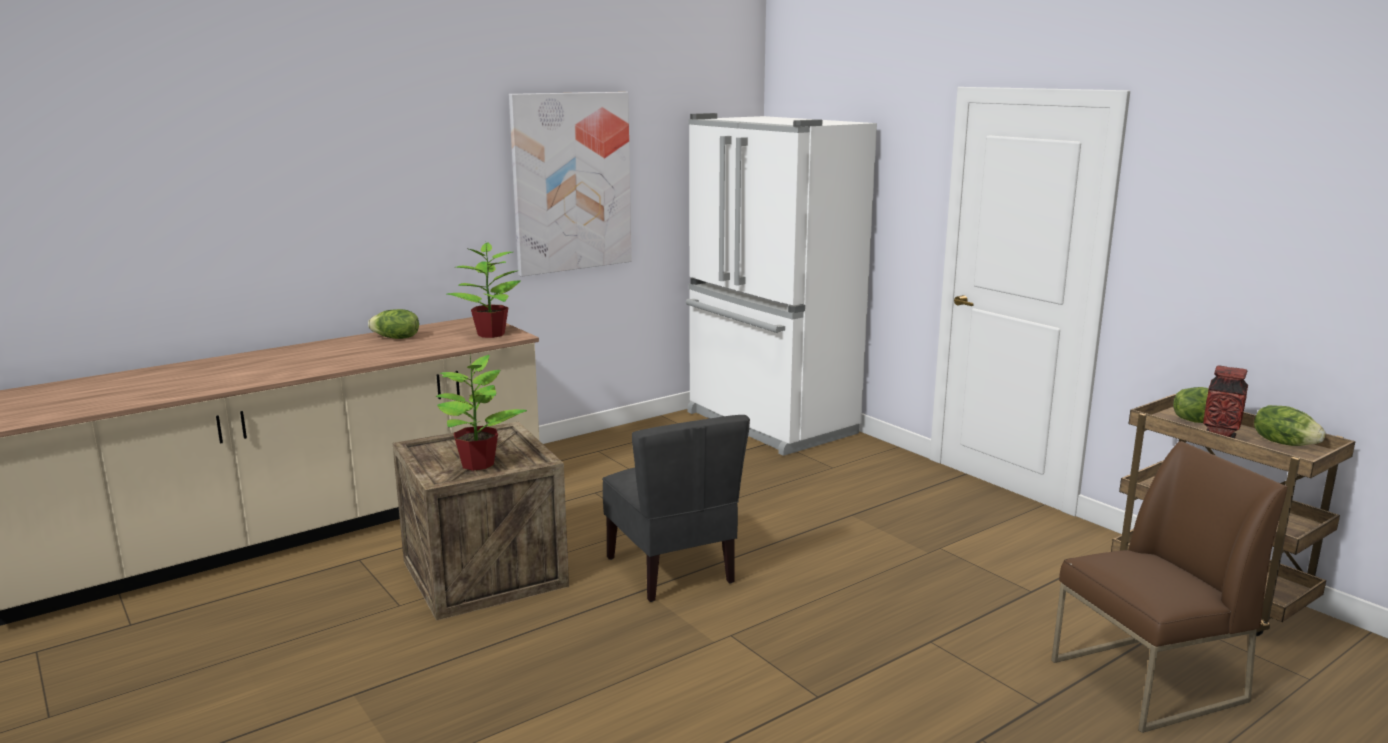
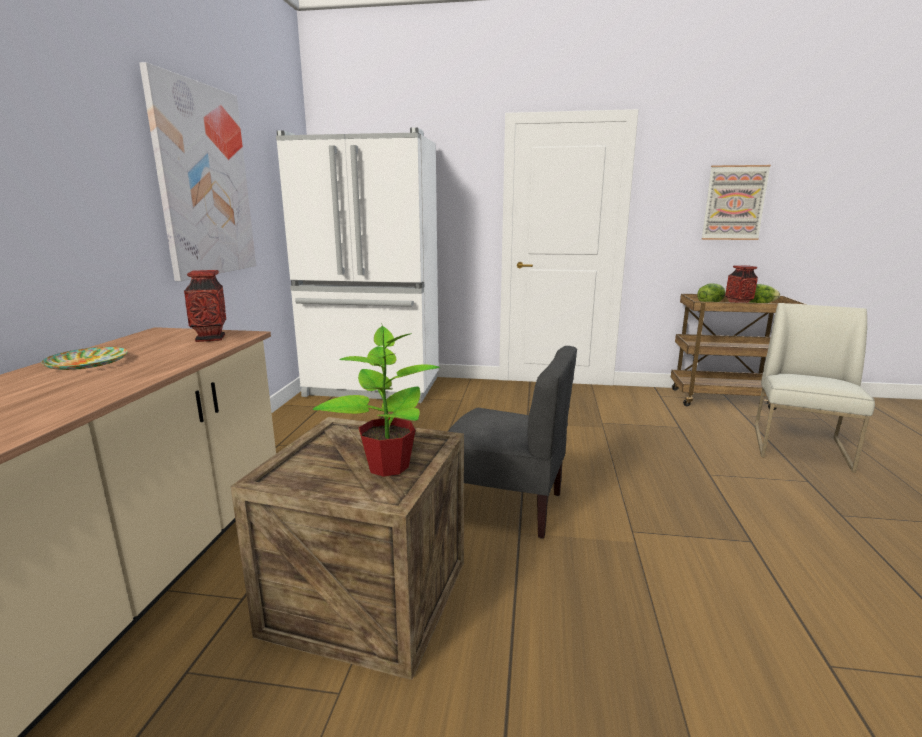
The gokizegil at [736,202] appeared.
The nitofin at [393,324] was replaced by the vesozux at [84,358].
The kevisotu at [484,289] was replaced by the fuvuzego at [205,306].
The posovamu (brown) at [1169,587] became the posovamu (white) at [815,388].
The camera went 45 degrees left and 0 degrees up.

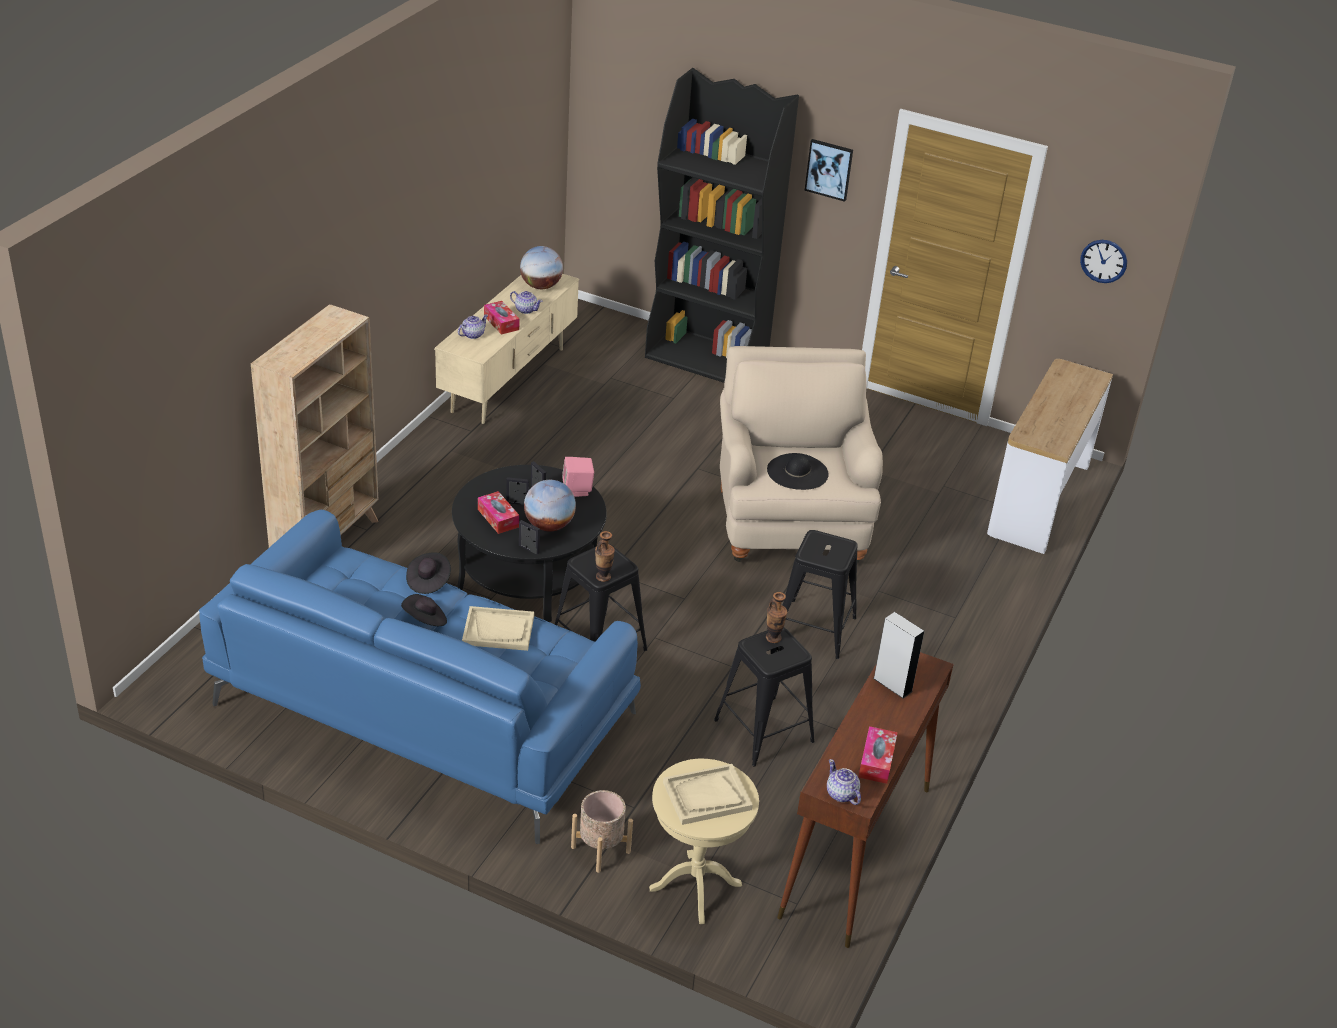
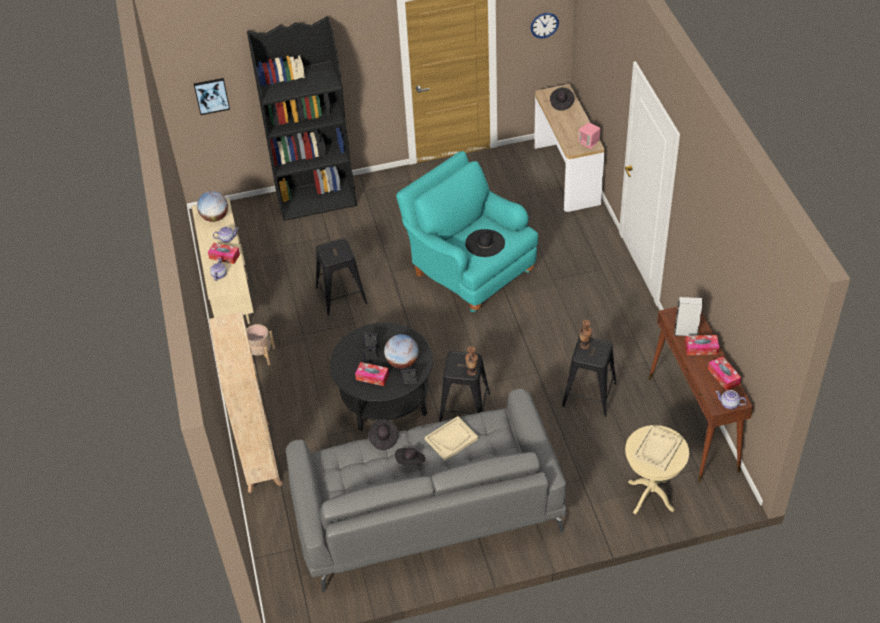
The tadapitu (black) at [562,99] appeared.
The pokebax at [702,345] appeared.
The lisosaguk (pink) moved from [578,477] to [589,136].
The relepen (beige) moved from [602,831] to [260,344].
The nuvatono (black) moved from [820,594] to [341,276].
The gokizegil moved from [829,170] to [212,96].
The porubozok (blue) at [420,677] became the porubozok (grey) at [426,490].
The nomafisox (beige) at [801,454] became the nomafisox (turquoise) at [467,231].
The camera went 35 degrees left and 10 degrees up.

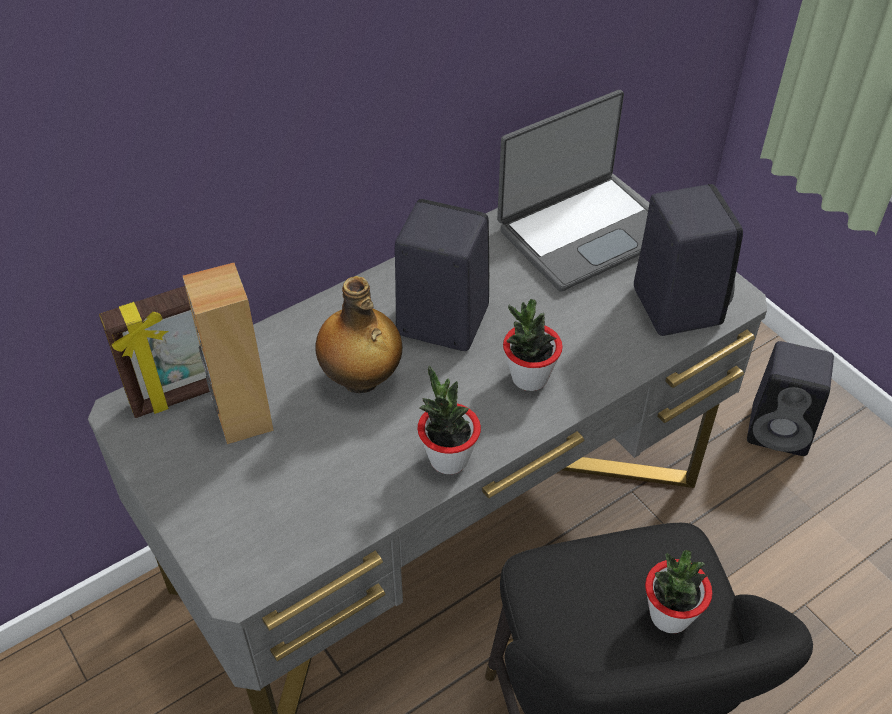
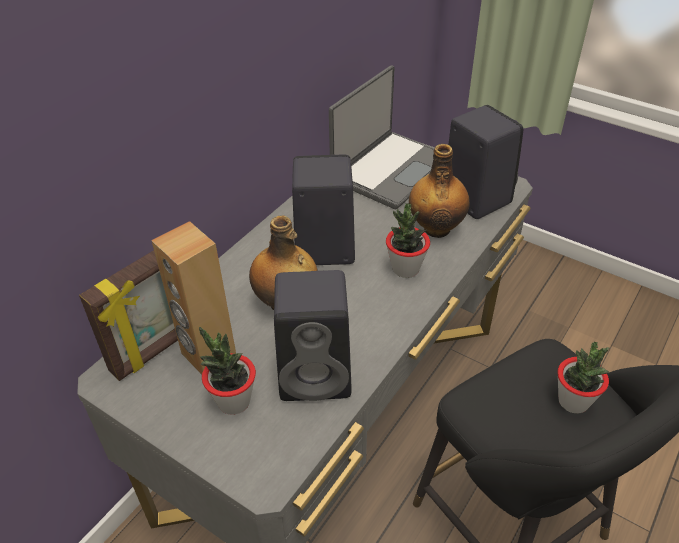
The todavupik at [439,191] appeared.
The kevisotu moved from [449,420] to [227,371].
The lisosaguk (black) moved from [790,398] to [313,335].
The camera went 20 degrees left and 5 degrees down.

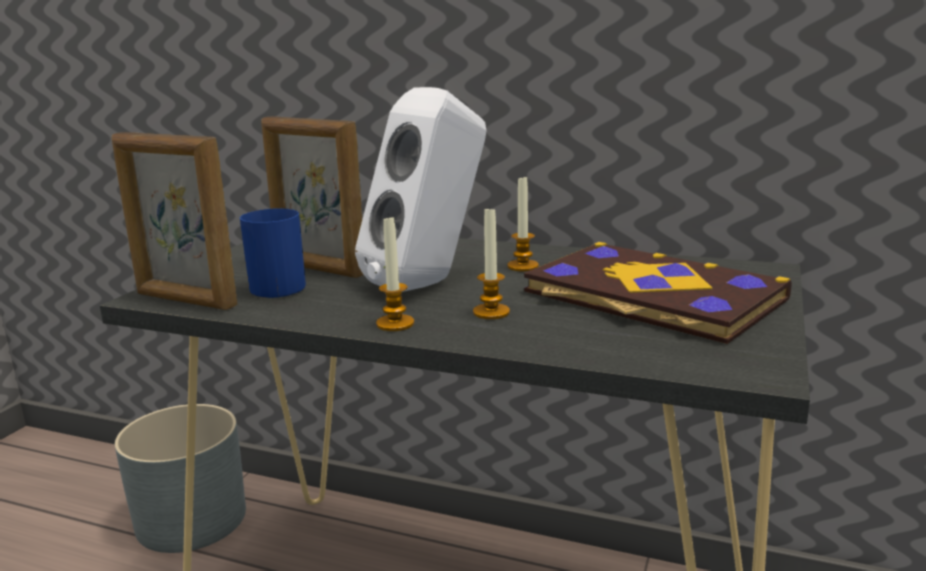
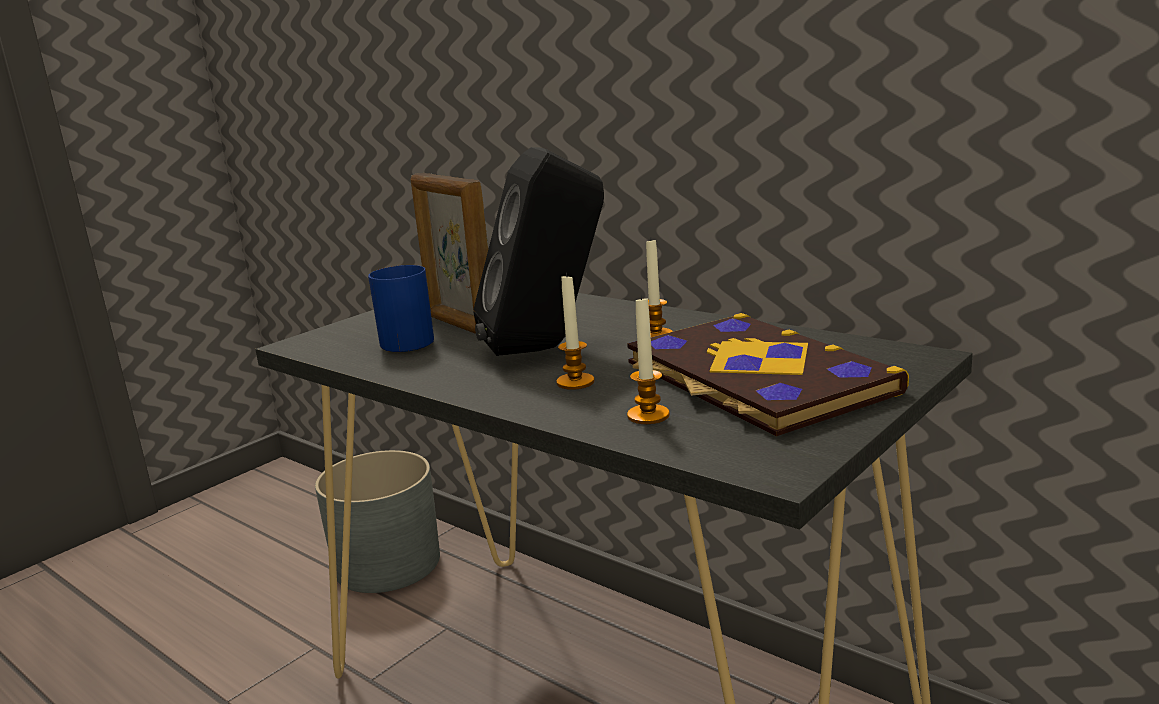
The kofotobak at [174,221] disappeared.
The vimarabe moved from [395,272] to [648,359].
The lisosaguk (white) at [420,189] became the lisosaguk (black) at [538,251].
The camera went 20 degrees right and 0 degrees up.

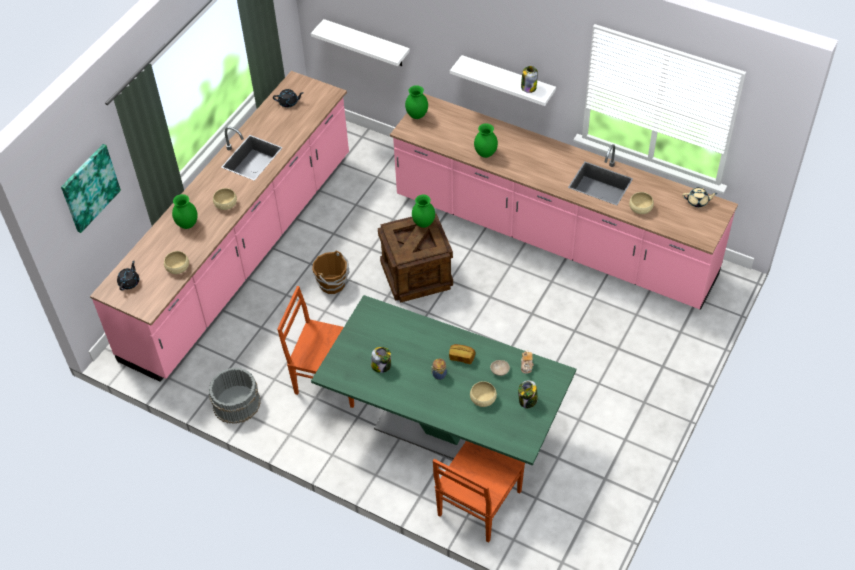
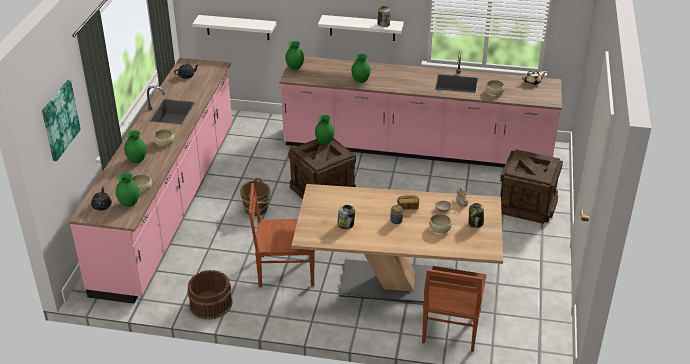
The fuvuzego (green) at [127,189] appeared.
The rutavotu at [531,187] appeared.
The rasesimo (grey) at [235,395] became the rasesimo (brown) at [209,295].
The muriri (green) at [443,380] became the muriri (beige) at [397,243].
The camera went 20 degrees left and 15 degrees down.

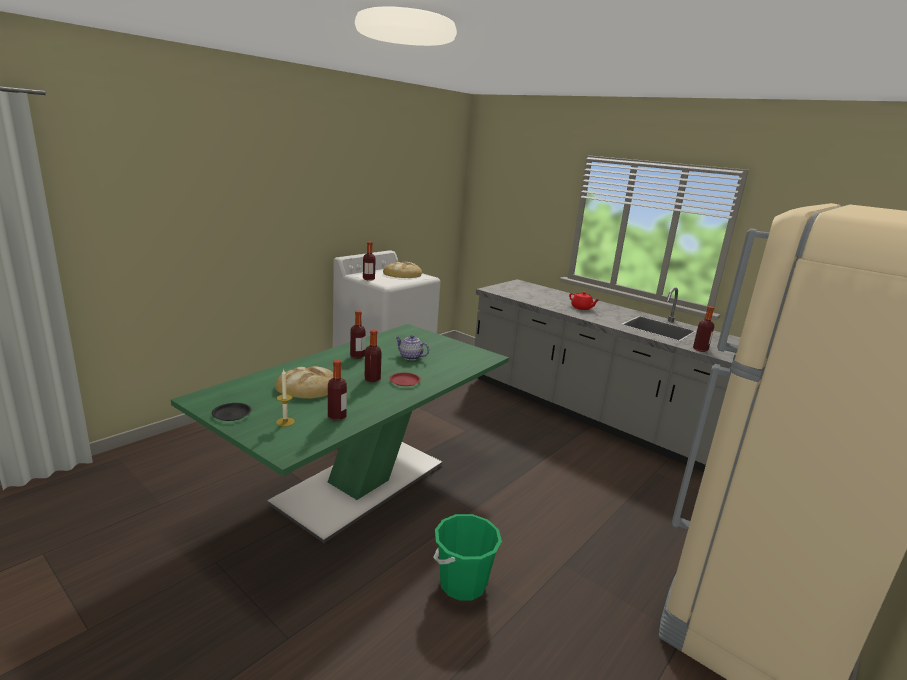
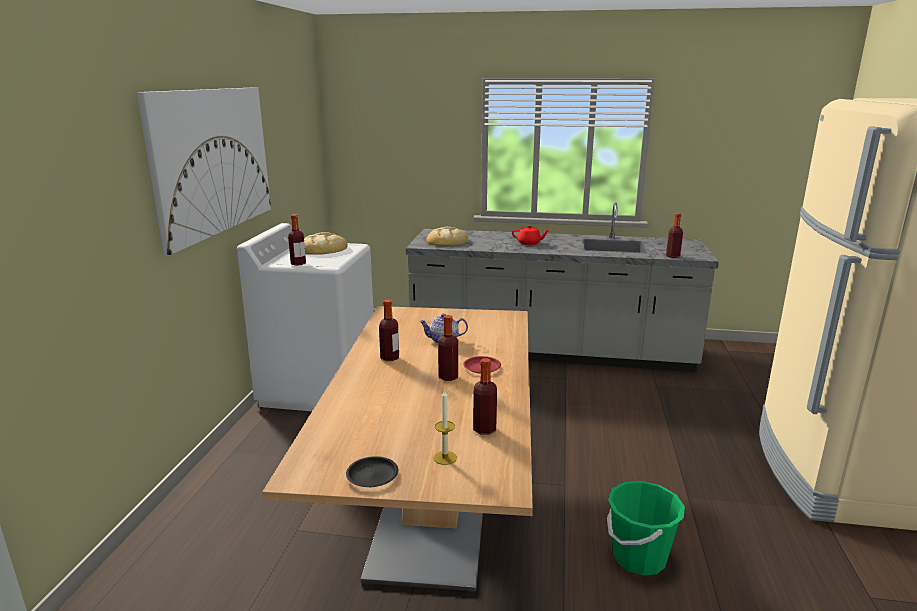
The gokizegil at [204,171] appeared.
The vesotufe moved from [304,382] to [447,236].
The muriri (green) at [340,433] became the muriri (beige) at [397,448].
The camera went 30 degrees left and 0 degrees up.

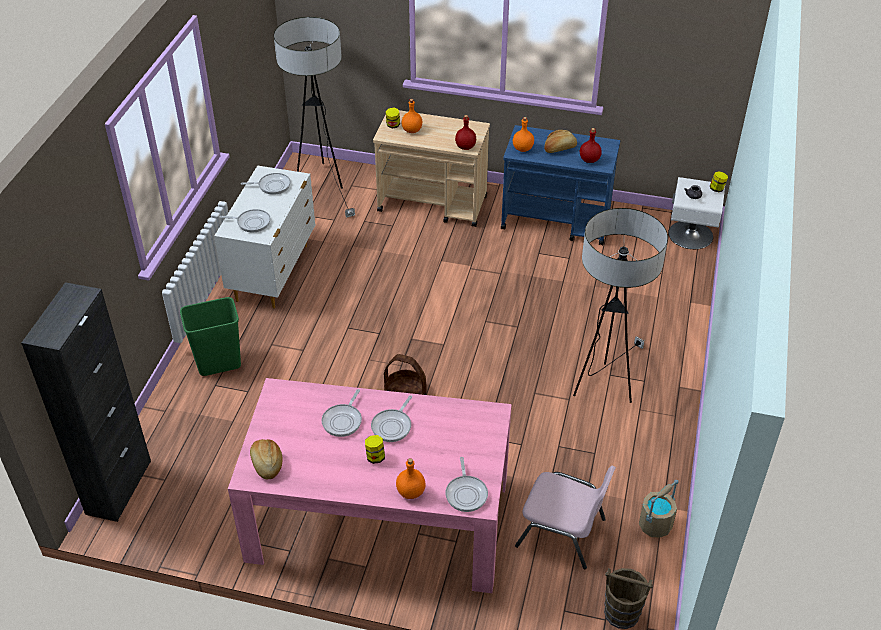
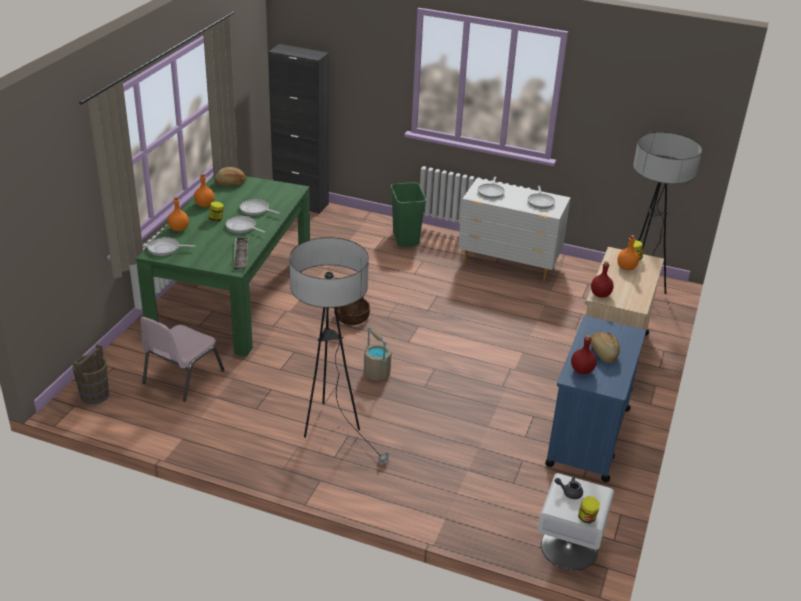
The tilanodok at [240,253] appeared.
The todavupik (orange) moved from [523,134] to [204,190].
The rasesimo (beige) moved from [659,509] to [378,353].
The muriri (pink) at [370,485] became the muriri (green) at [223,266].
The camera went 95 degrees right and 10 degrees down.

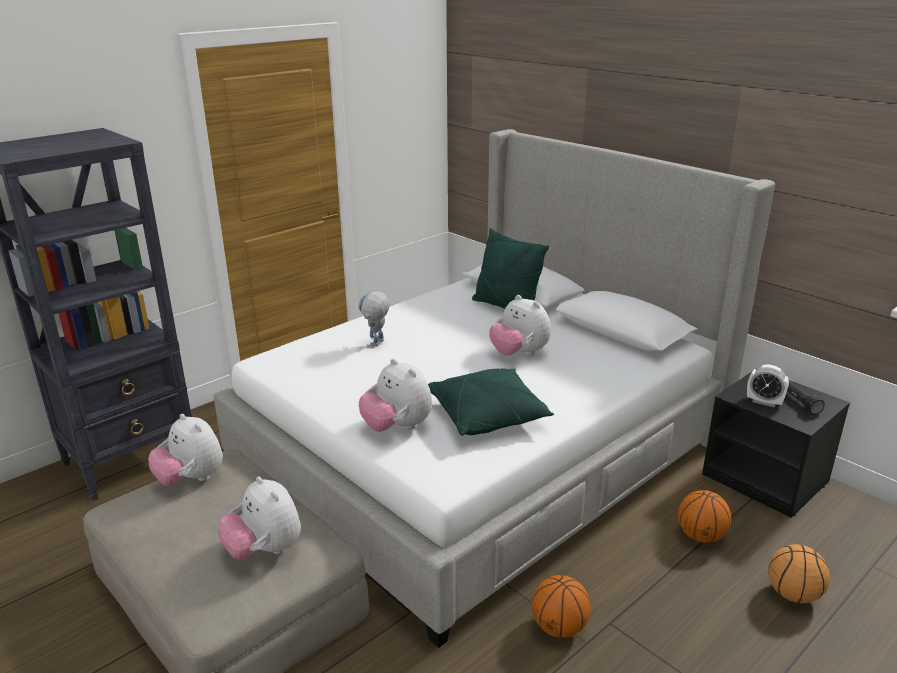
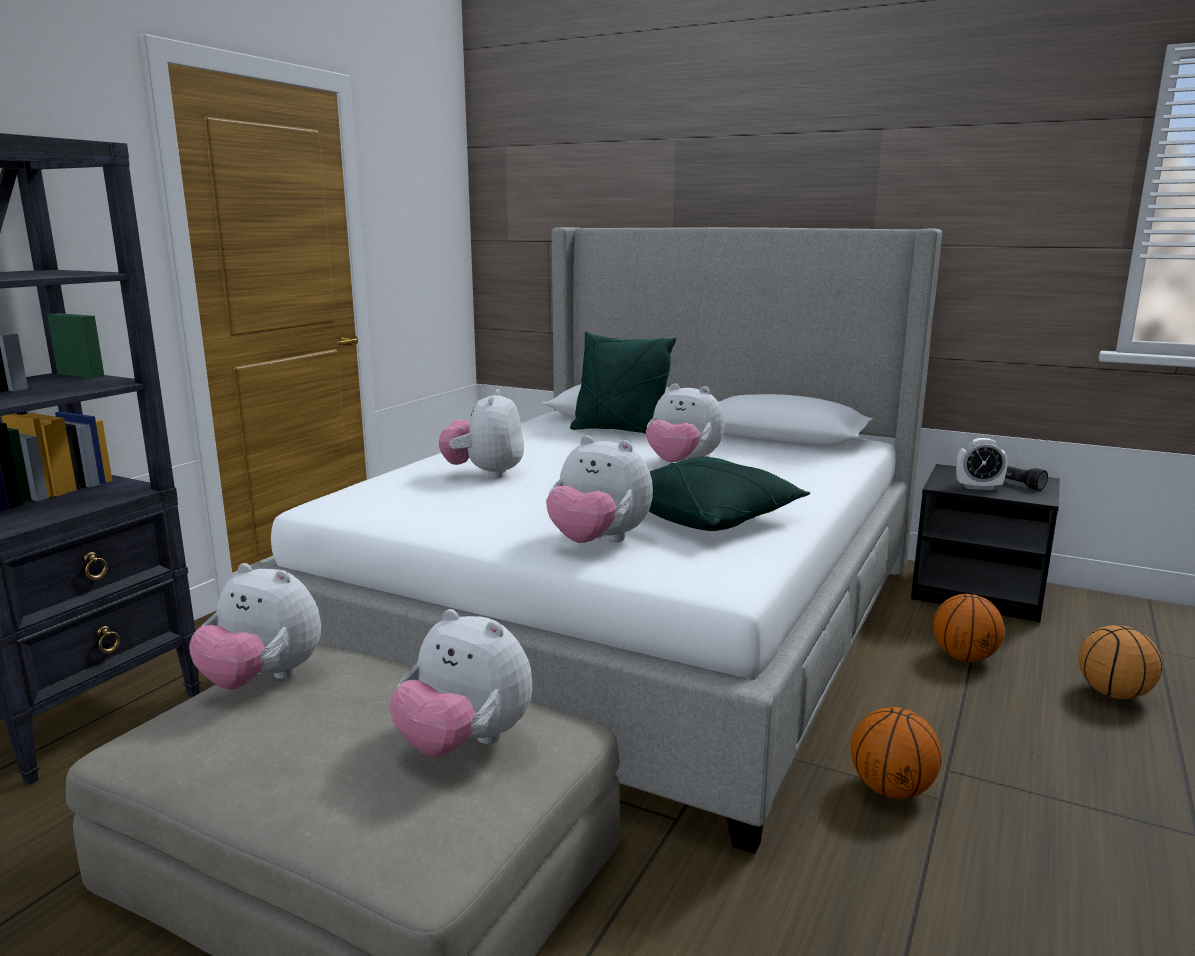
The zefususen at [374,318] was replaced by the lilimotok at [481,433].
The camera went 20 degrees left and 10 degrees down.

